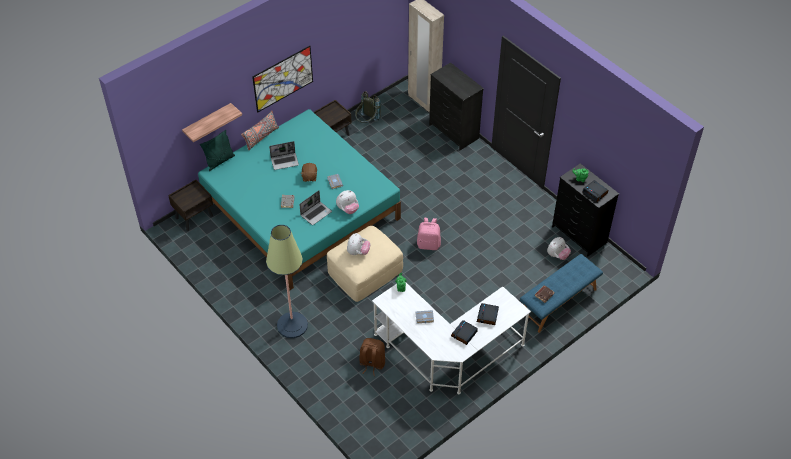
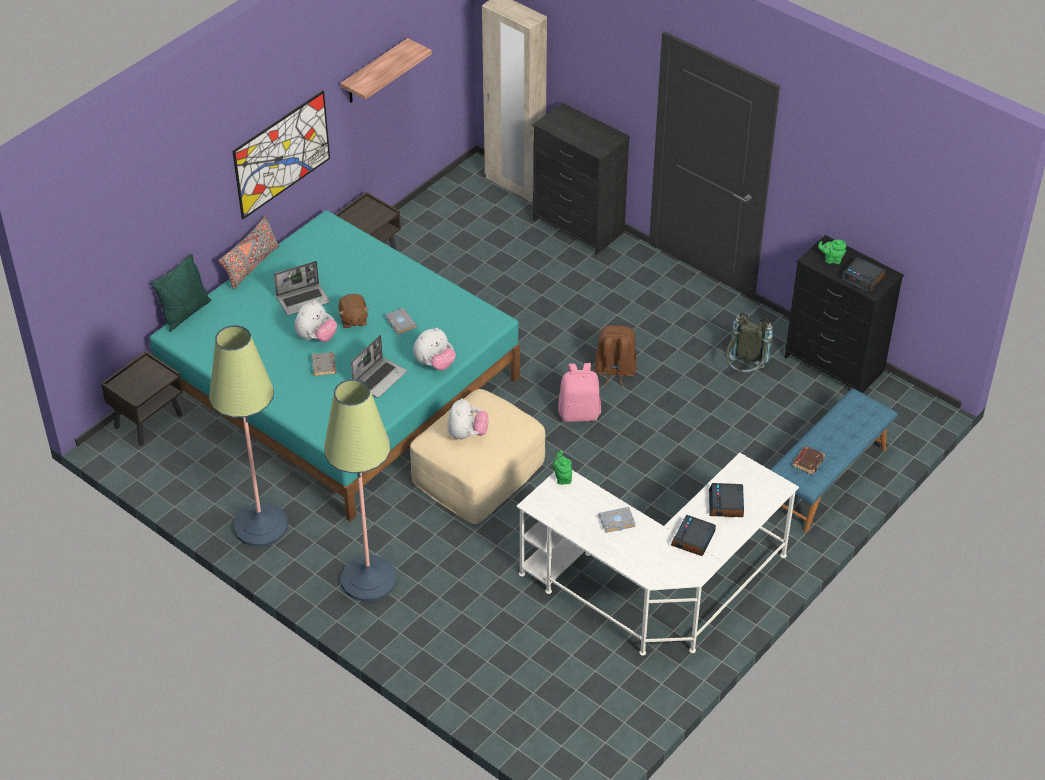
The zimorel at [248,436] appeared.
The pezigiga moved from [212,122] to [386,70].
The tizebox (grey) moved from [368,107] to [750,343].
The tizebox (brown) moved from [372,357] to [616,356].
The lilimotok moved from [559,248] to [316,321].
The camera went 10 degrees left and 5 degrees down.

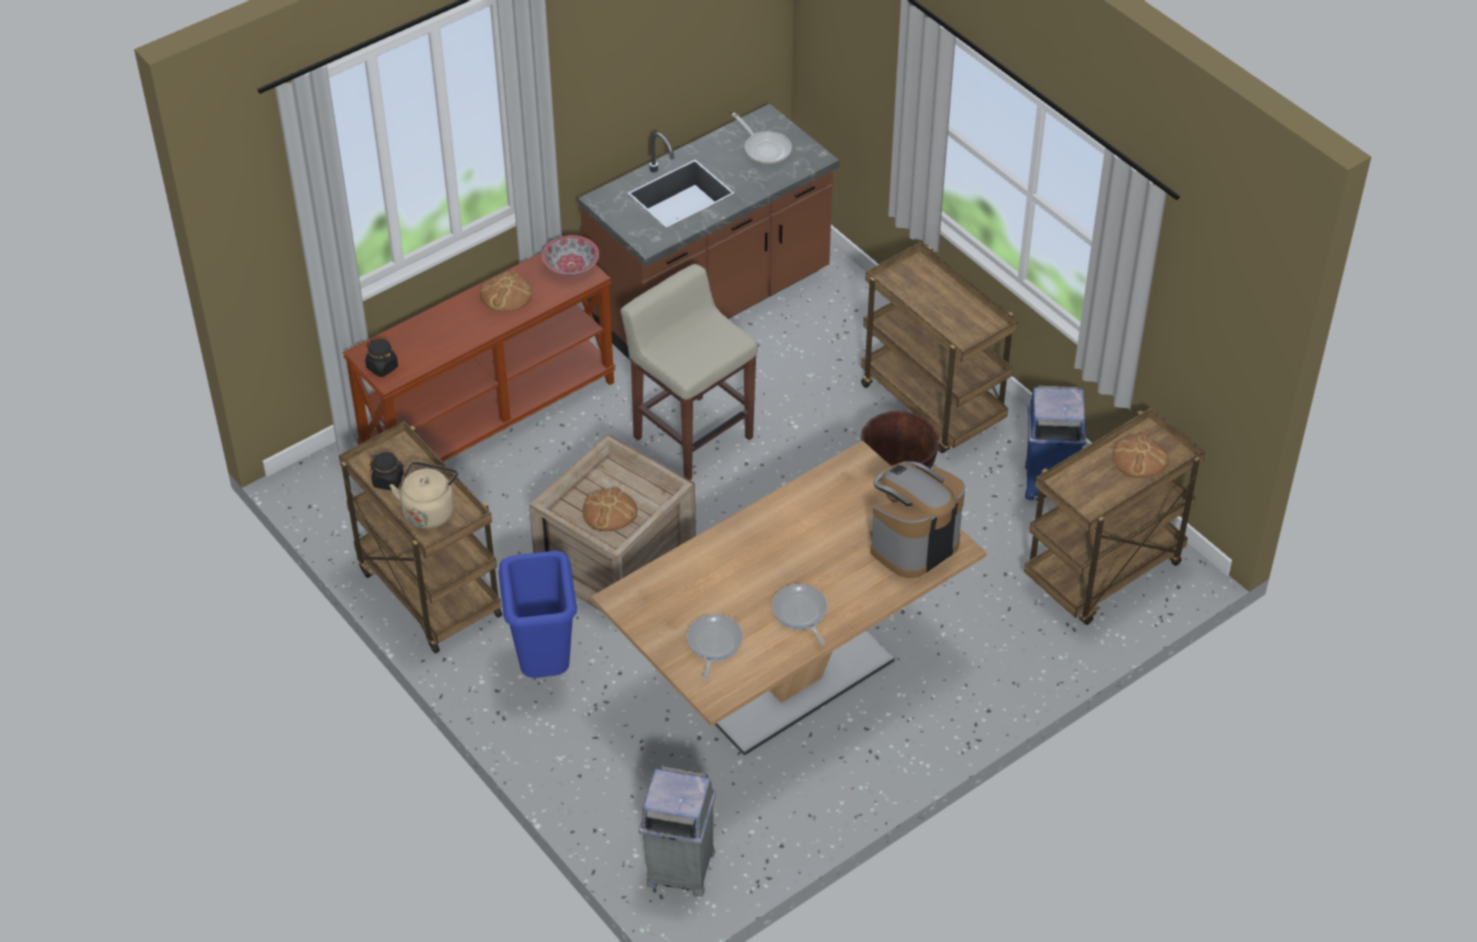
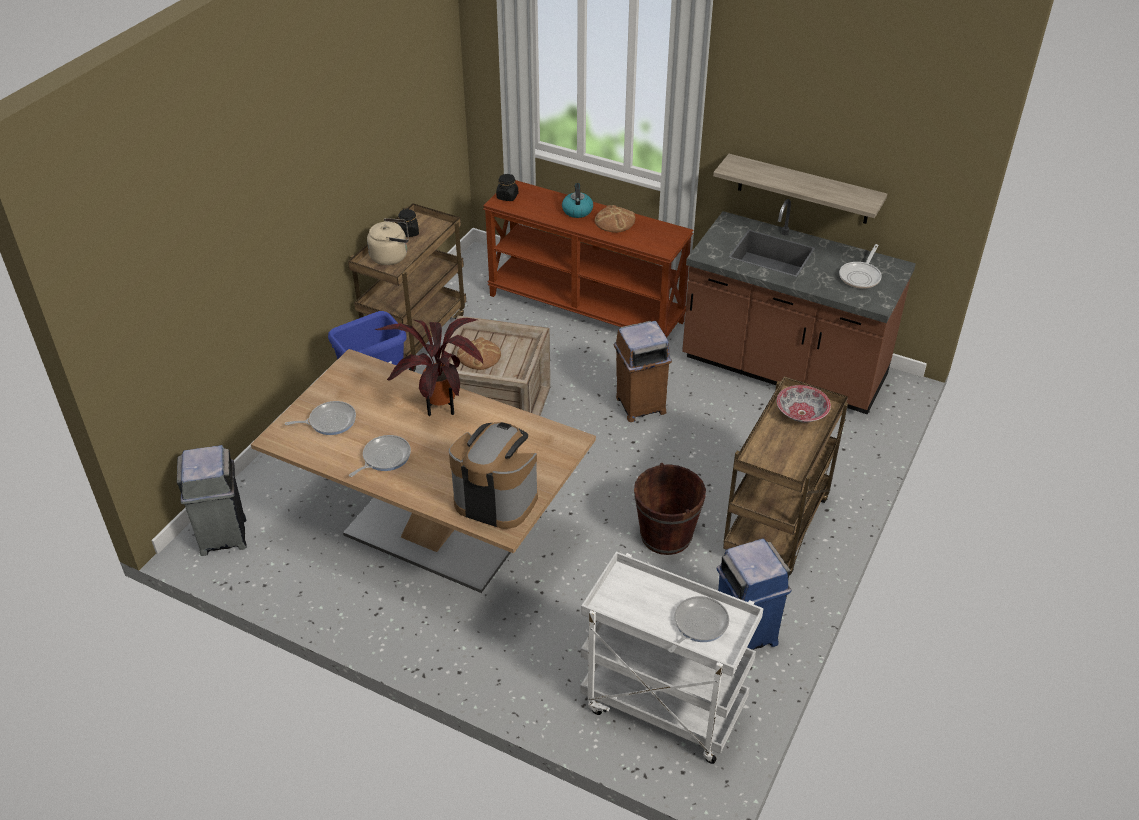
The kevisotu at [429,367] appeared.
The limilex at [577,200] appeared.
The pezigiga at [800,189] appeared.
The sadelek moved from [570,255] to [803,403].
The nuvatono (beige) at [689,372] was replaced by the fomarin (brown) at [643,371].
The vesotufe at [1140,455] was replaced by the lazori at [698,624].
The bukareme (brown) at [1114,516] became the bukareme (white) at [672,657].
The camera went 65 degrees right and 5 degrees down.

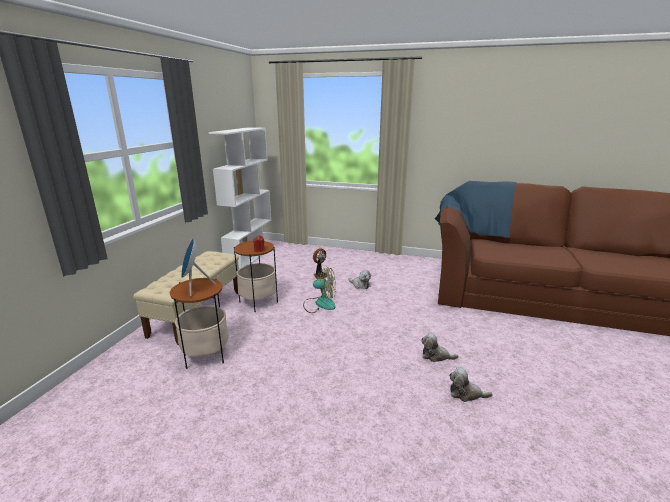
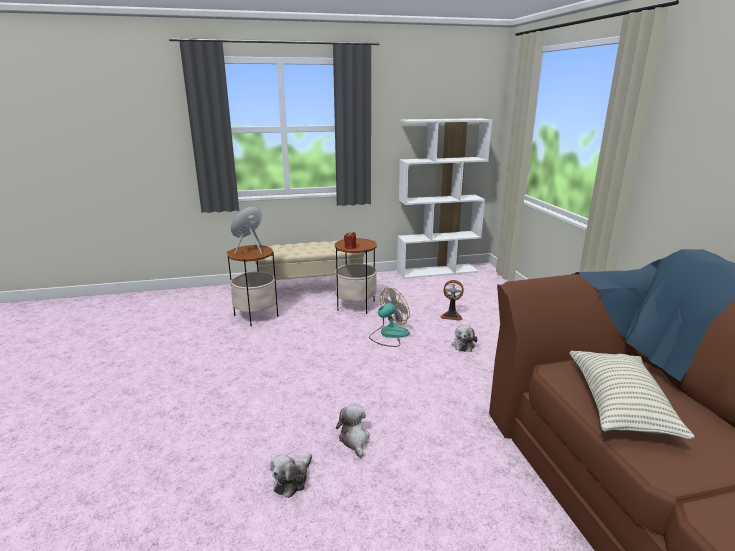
The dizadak at [632,395] appeared.
The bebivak at [319,290] turned 105 degrees counterclockwise.
The lilimotok at [471,384] turned 135 degrees counterclockwise.
The camera went 60 degrees right and 0 degrees up.

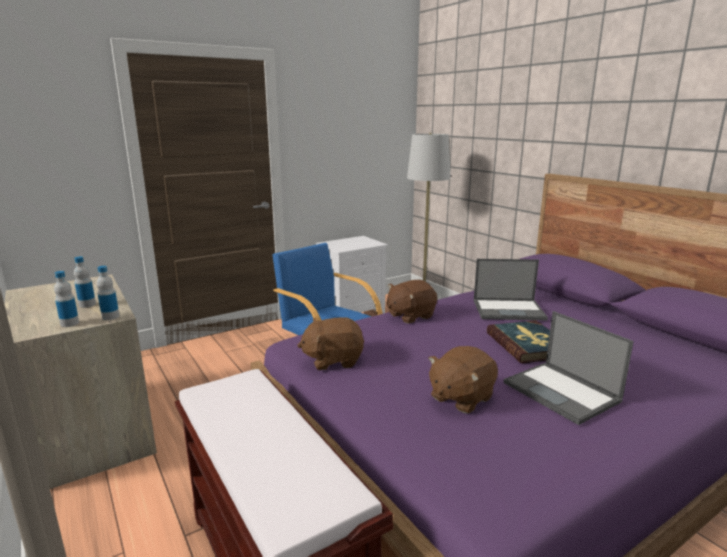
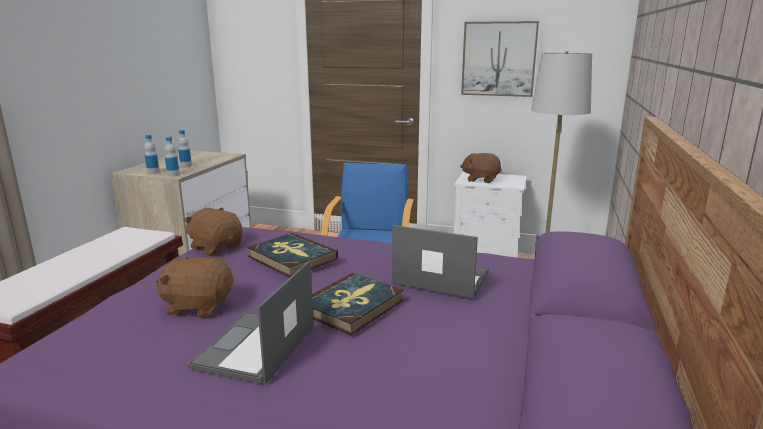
The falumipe at [292,255] appeared.
The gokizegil at [500,59] appeared.
The lilimotok (brown) moved from [412,301] to [481,168].
The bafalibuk at [511,289] turned 150 degrees clockwise.
The camera went 50 degrees right and 0 degrees up.

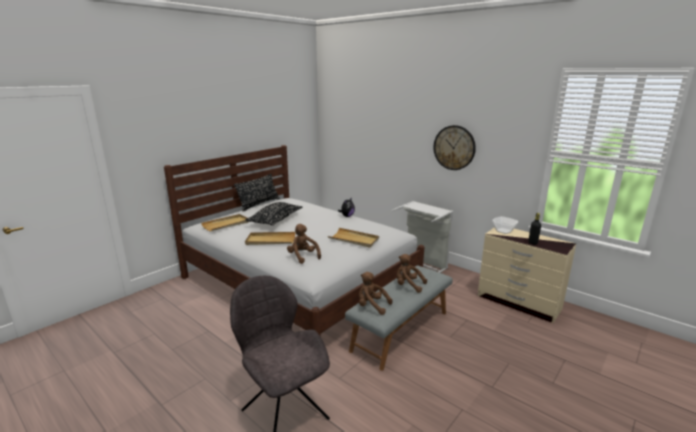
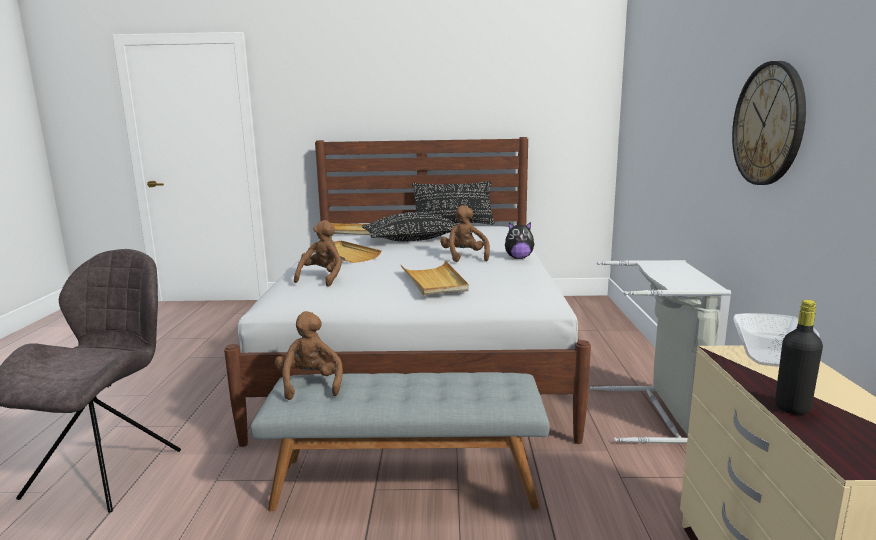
The lilimotok (brown) moved from [412,273] to [465,233].
The camera went 50 degrees right and 5 degrees down.

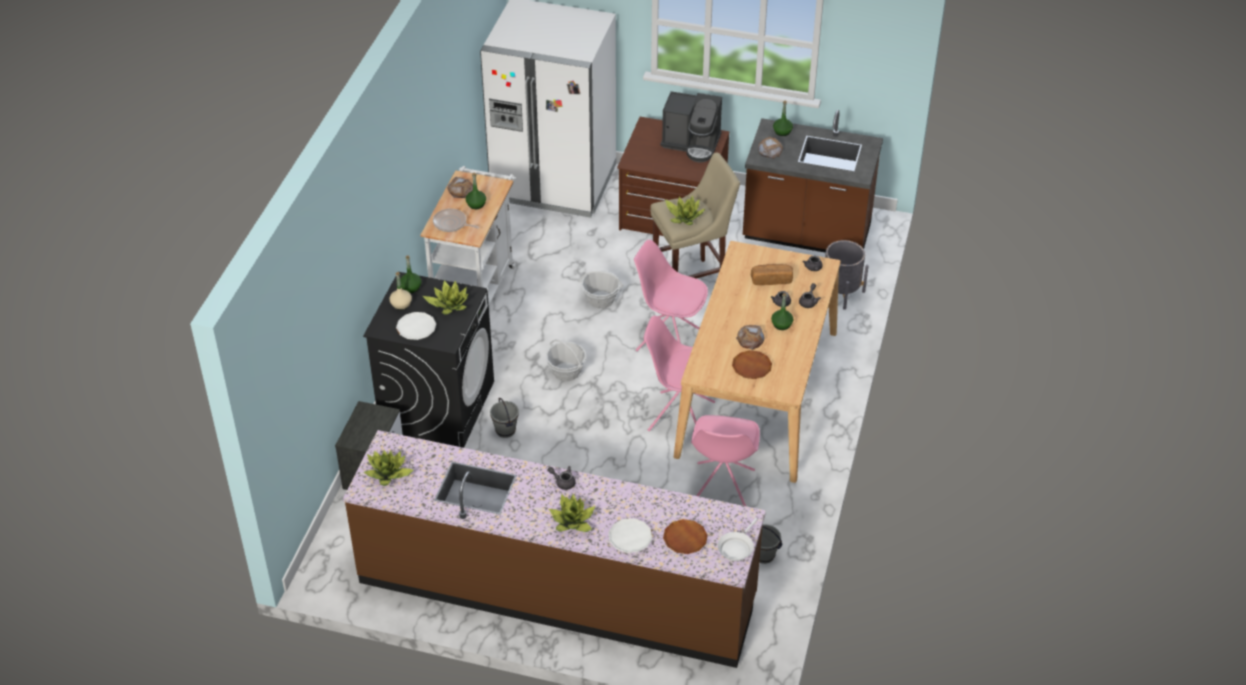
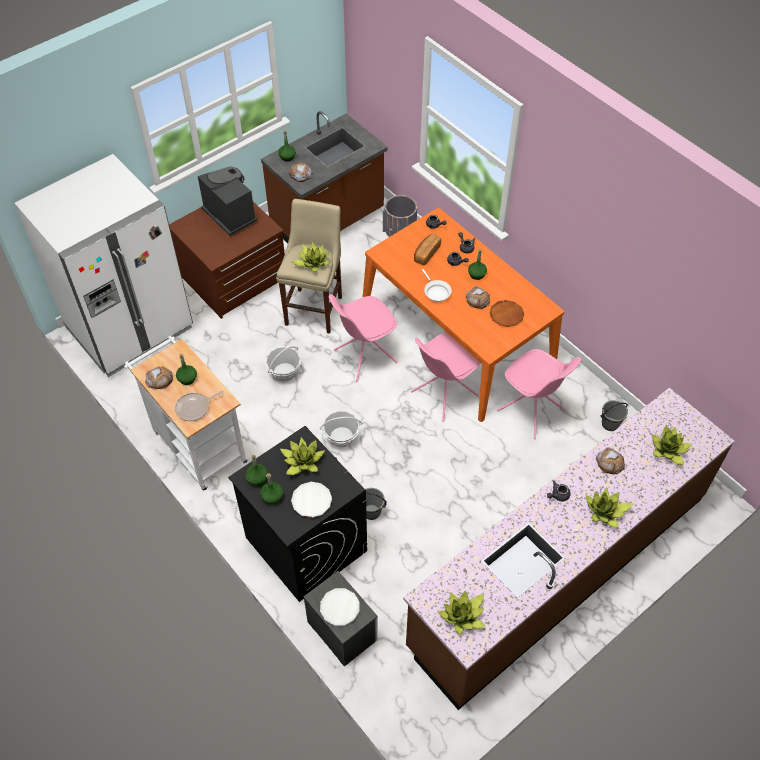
The vesotufe at [610,460] appeared.
The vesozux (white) moved from [630,535] to [340,606].
The lazori (white) moved from [737,539] to [437,285].
The vesozux (brown) at [685,536] was replaced by the kevisotu at [671,444].
The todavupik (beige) at [401,291] became the todavupik (green) at [271,488].
The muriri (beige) at [757,362] became the muriri (orange) at [463,315].
The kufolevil at [691,127] turned 90 degrees counterclockwise.
The camera went 55 degrees left and 10 degrees up.

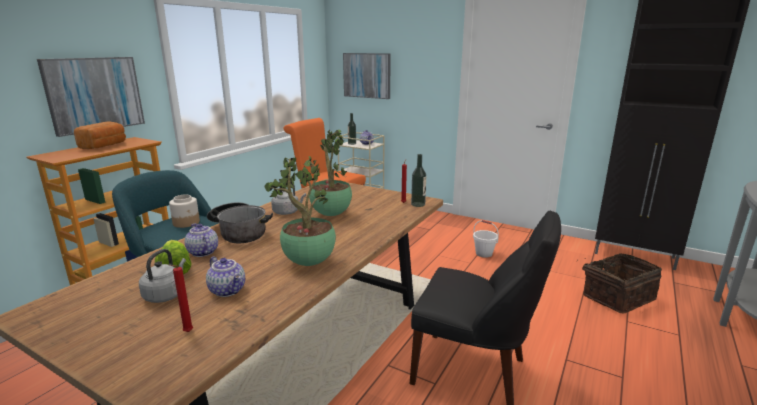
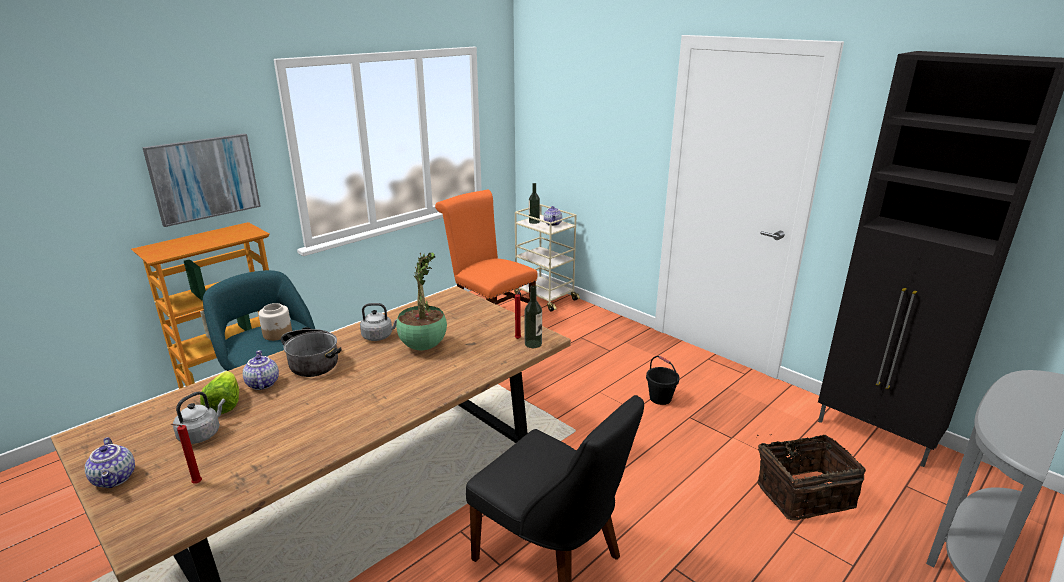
The vesotufe at [100,135] disappeared.
The kevisotu at [300,211] disappeared.
The gokizegil at [367,76] disappeared.
The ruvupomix moved from [225,276] to [110,462].
The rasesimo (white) at [486,239] became the rasesimo (black) at [663,380].
The camera went 15 degrees right and 5 degrees up.

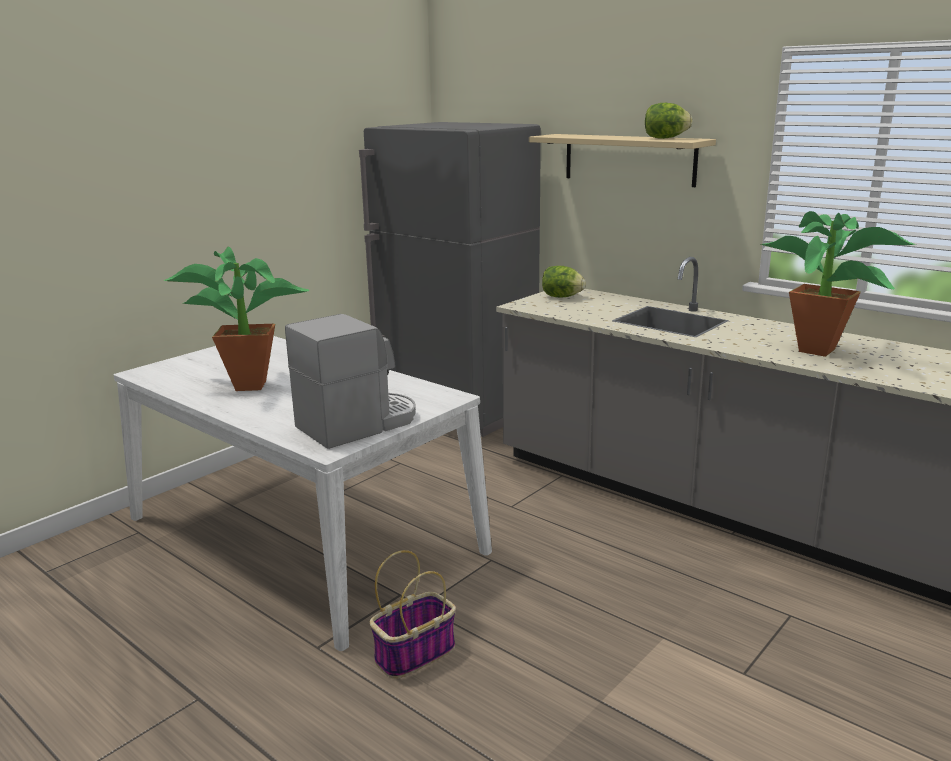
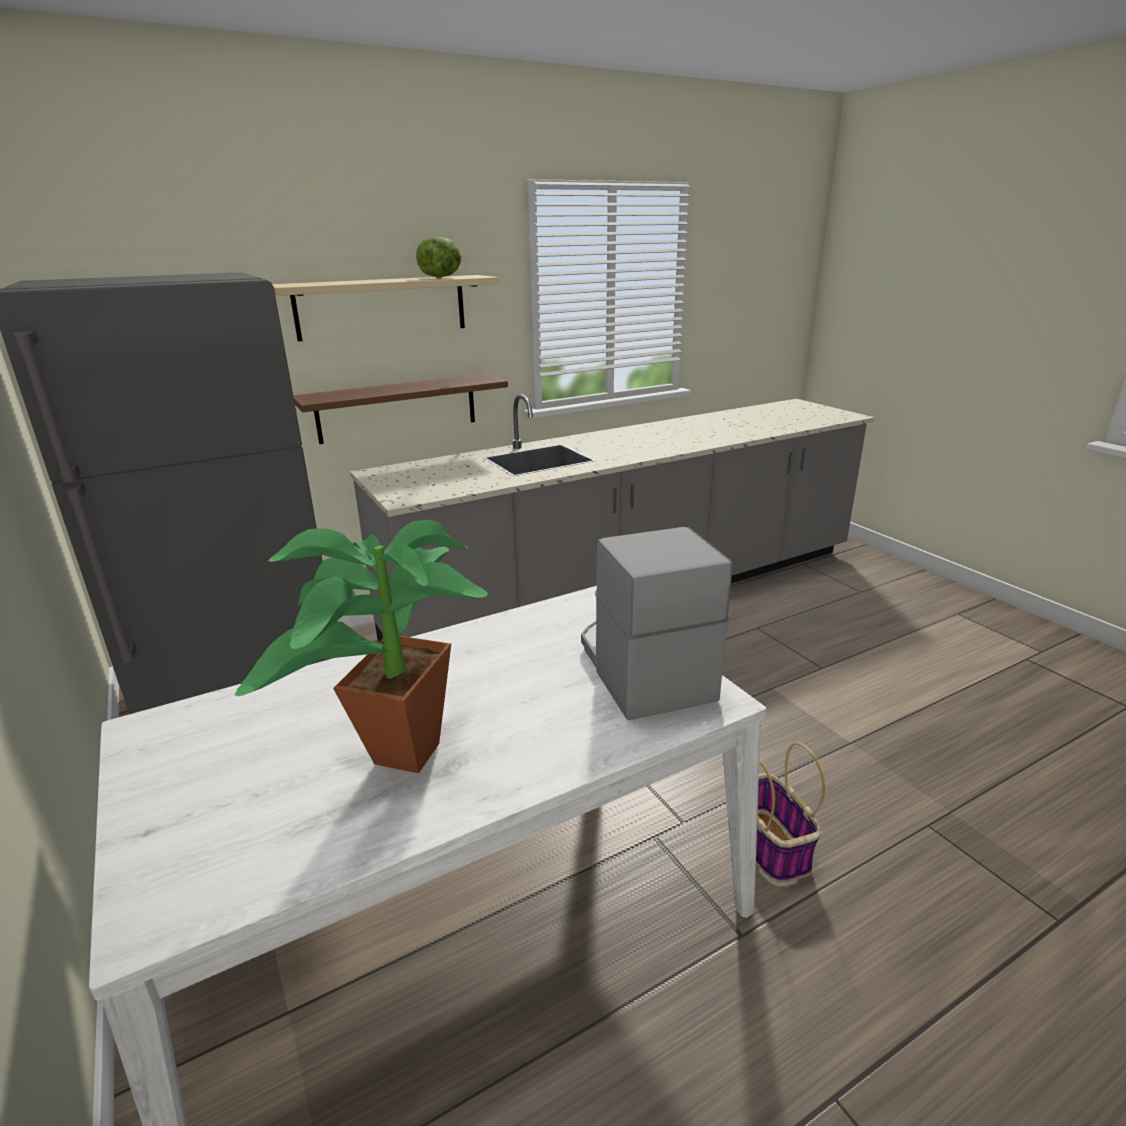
The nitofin at [564,281] disappeared.
The kevisotu at [838,284] disappeared.
The pezigiga (brown) at [400,409] appeared.
The camera went 70 degrees left and 5 degrees up.

